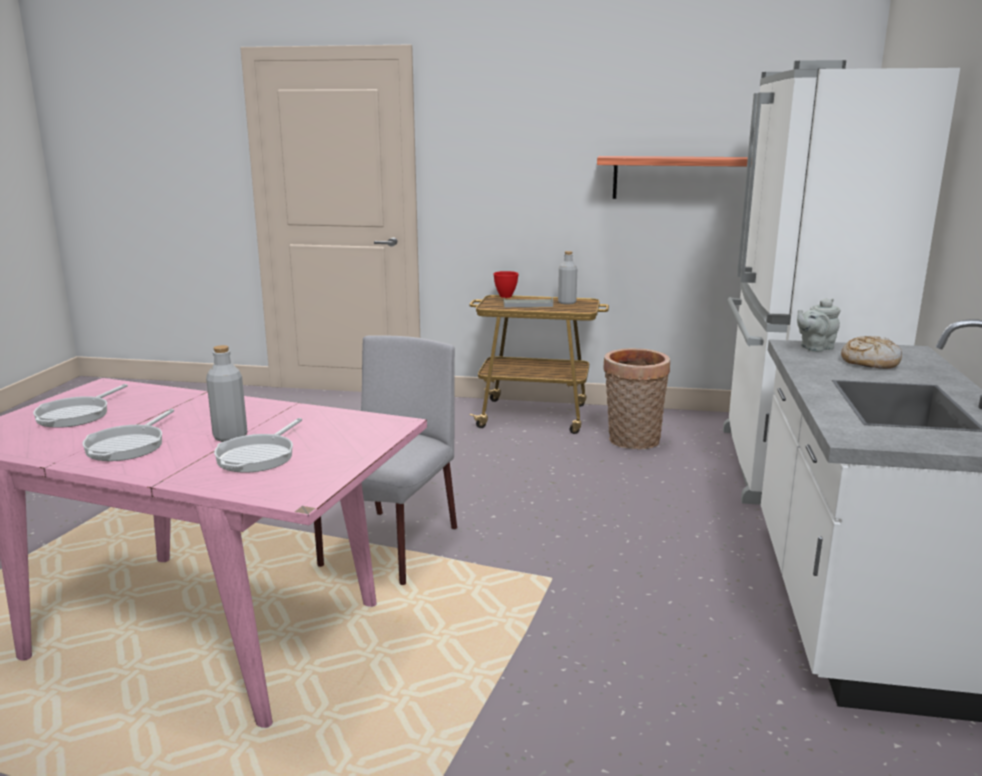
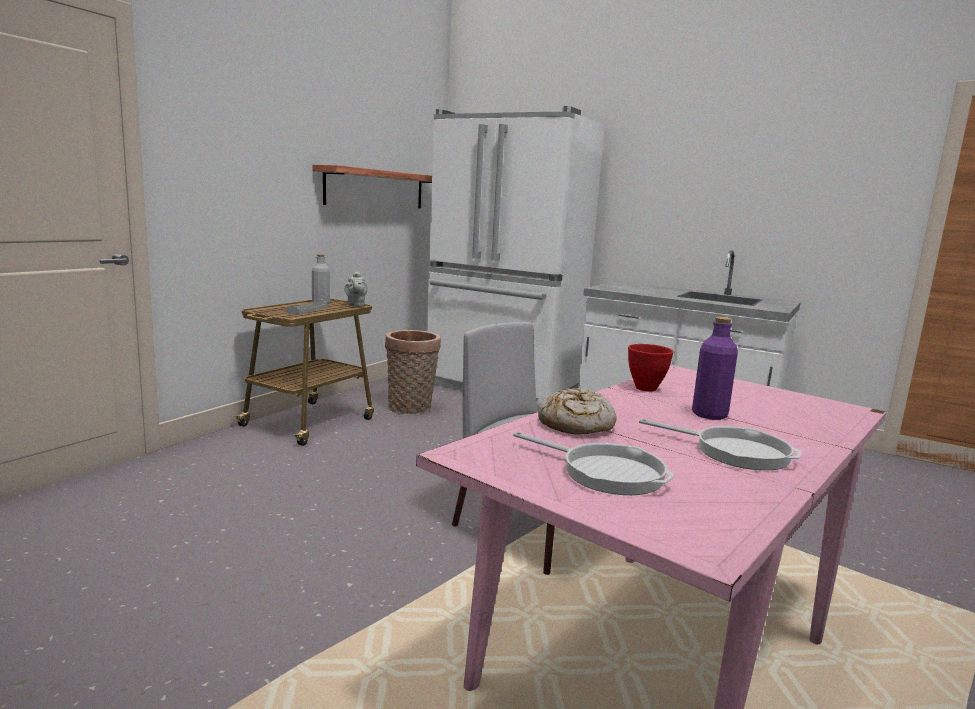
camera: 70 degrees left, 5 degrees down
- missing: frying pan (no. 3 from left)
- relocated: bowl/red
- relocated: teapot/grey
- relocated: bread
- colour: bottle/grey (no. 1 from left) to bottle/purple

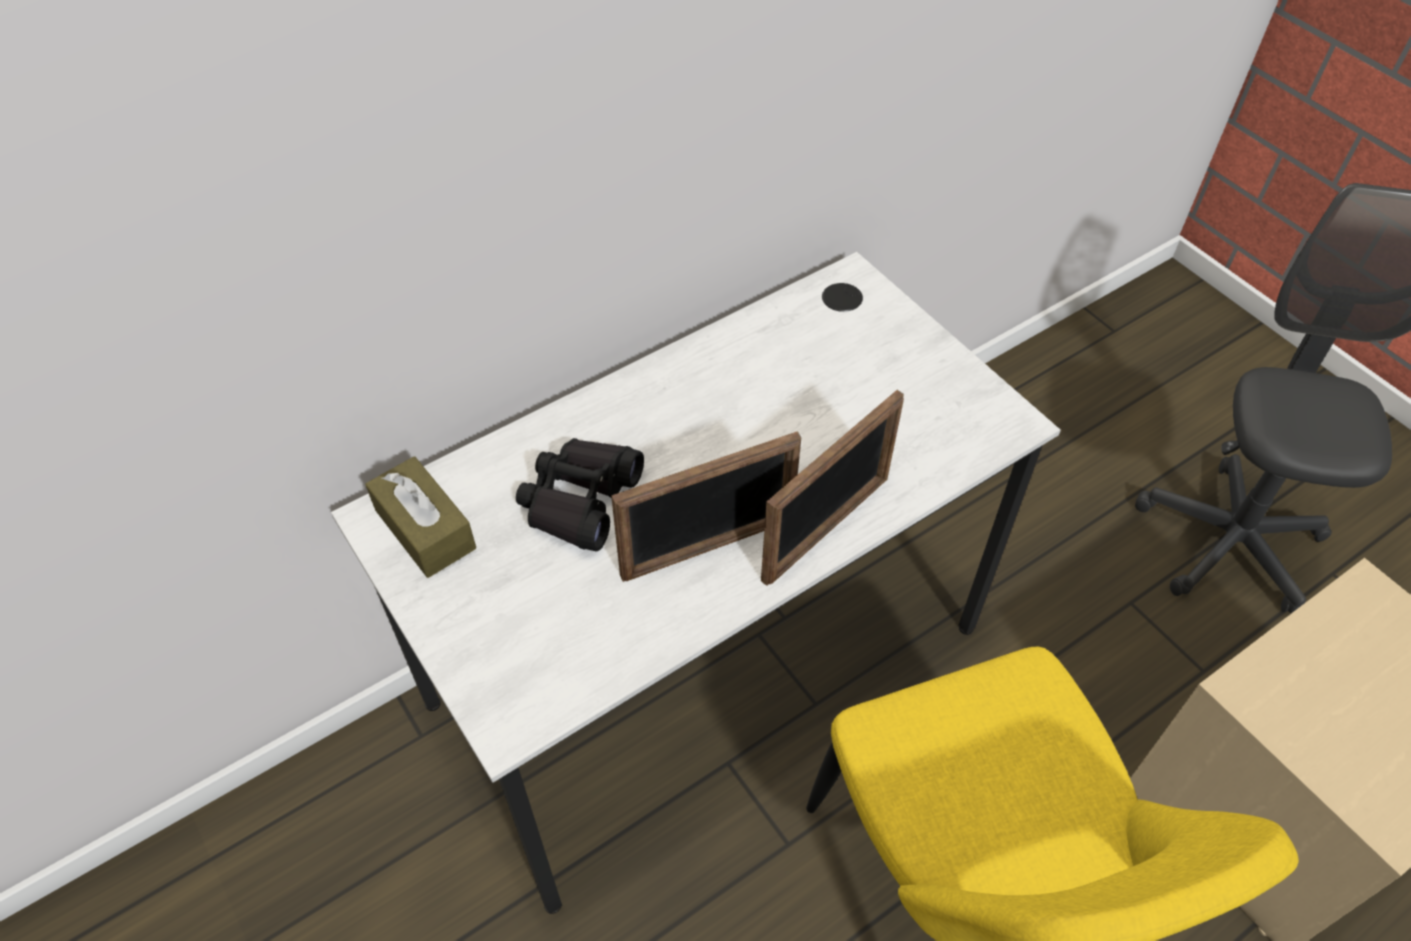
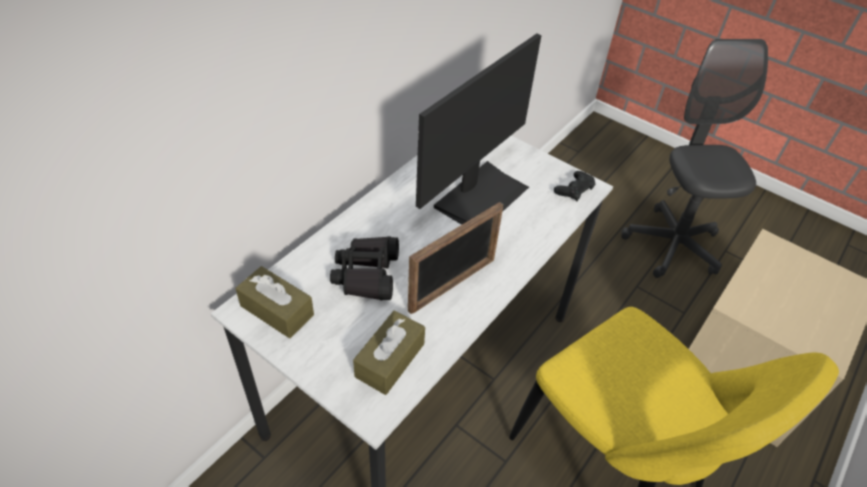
camera: 20 degrees left, 5 degrees down
- missing: picture frame (no. 2 from left)
- appeared: tissue box/brown (no. 2 from left)
- appeared: monitor
- appeared: game controller/black

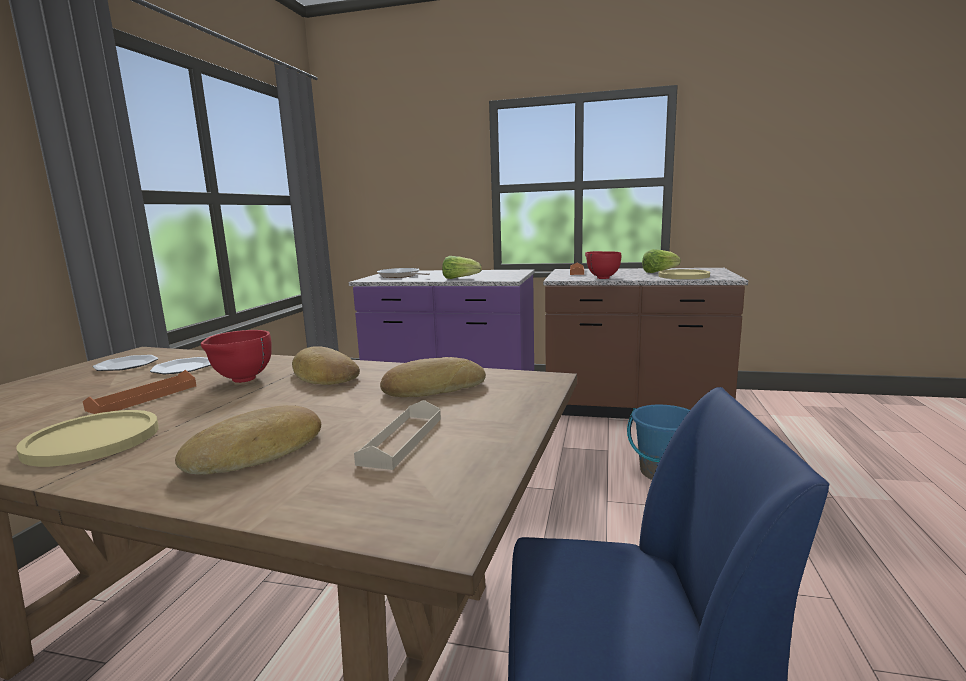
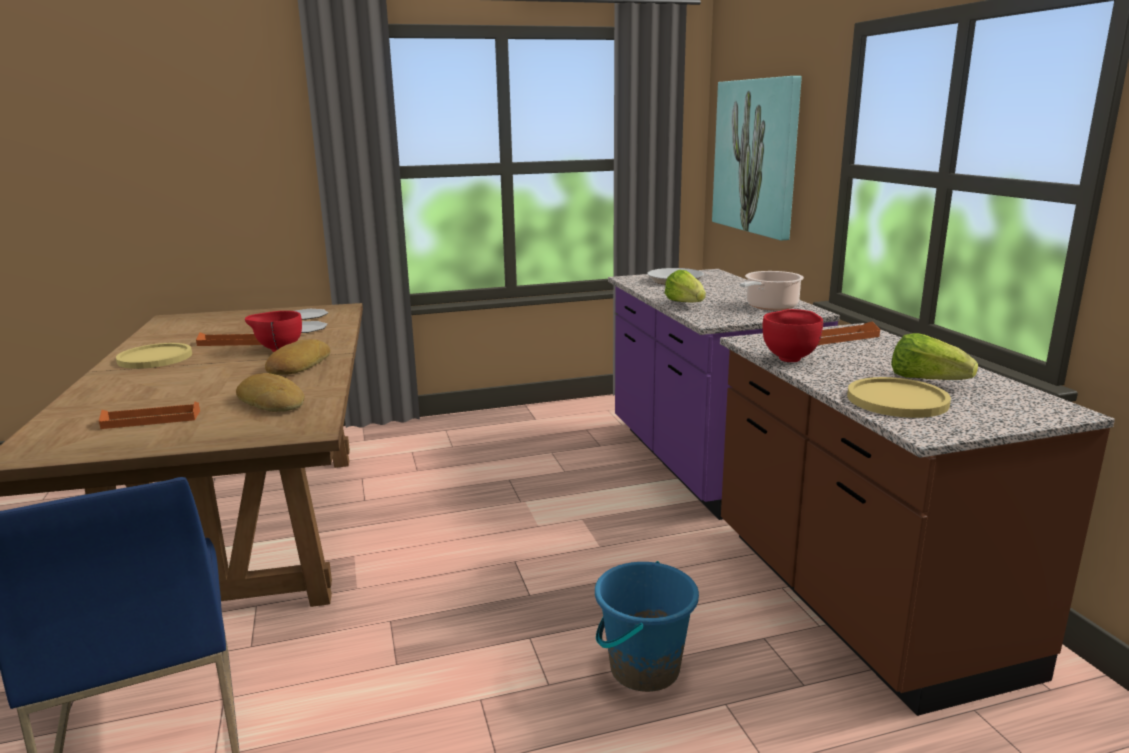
camera: 60 degrees right, 5 degrees up
- missing: bread (no. 1 from left)
- appeared: picture
- appeared: cooking pot
- colour: tray/beige to tray/orange (no. 1 from left)

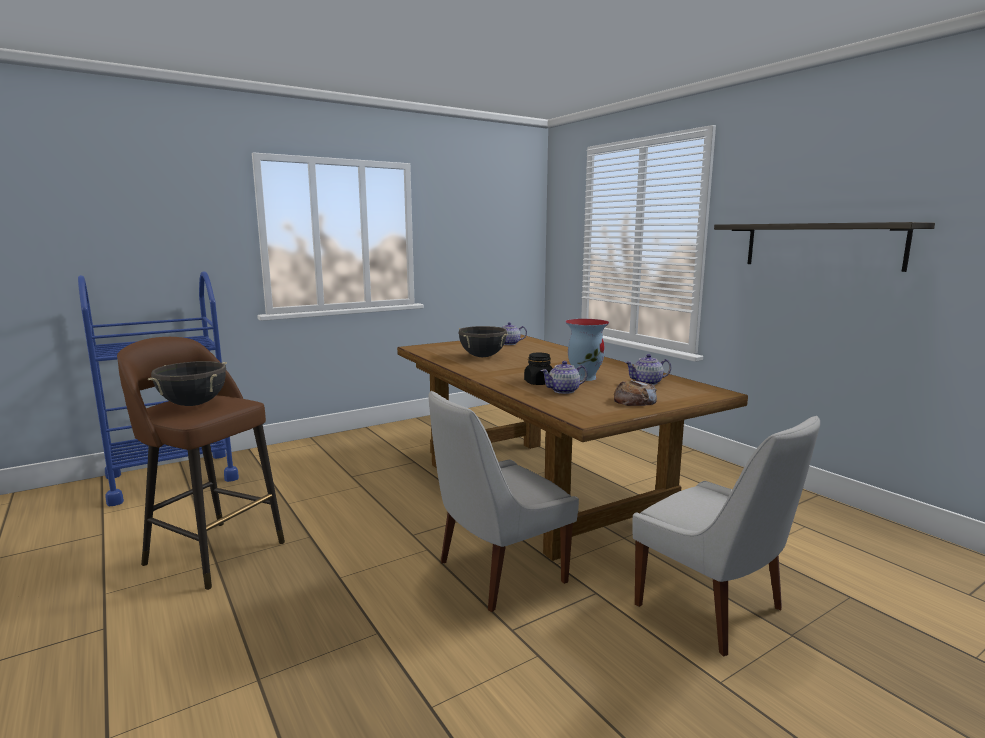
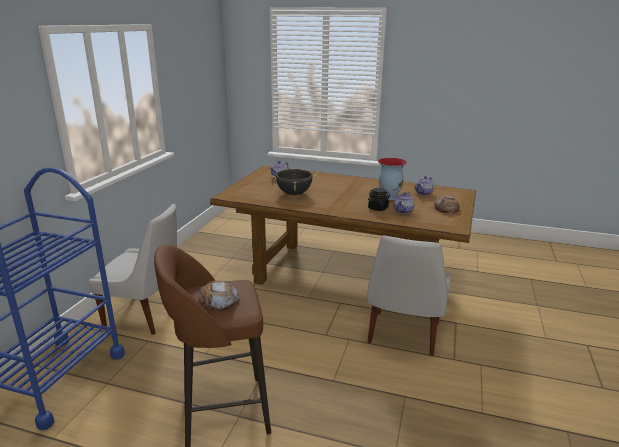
camera: 40 degrees left, 10 degrees up
- missing: shelf
- relocated: chair/white (no. 2 from left in the first image) to chair/white (no. 1 from left)
- exchanged: cooking pot/black (no. 1 from left) to bread (no. 1 from left)

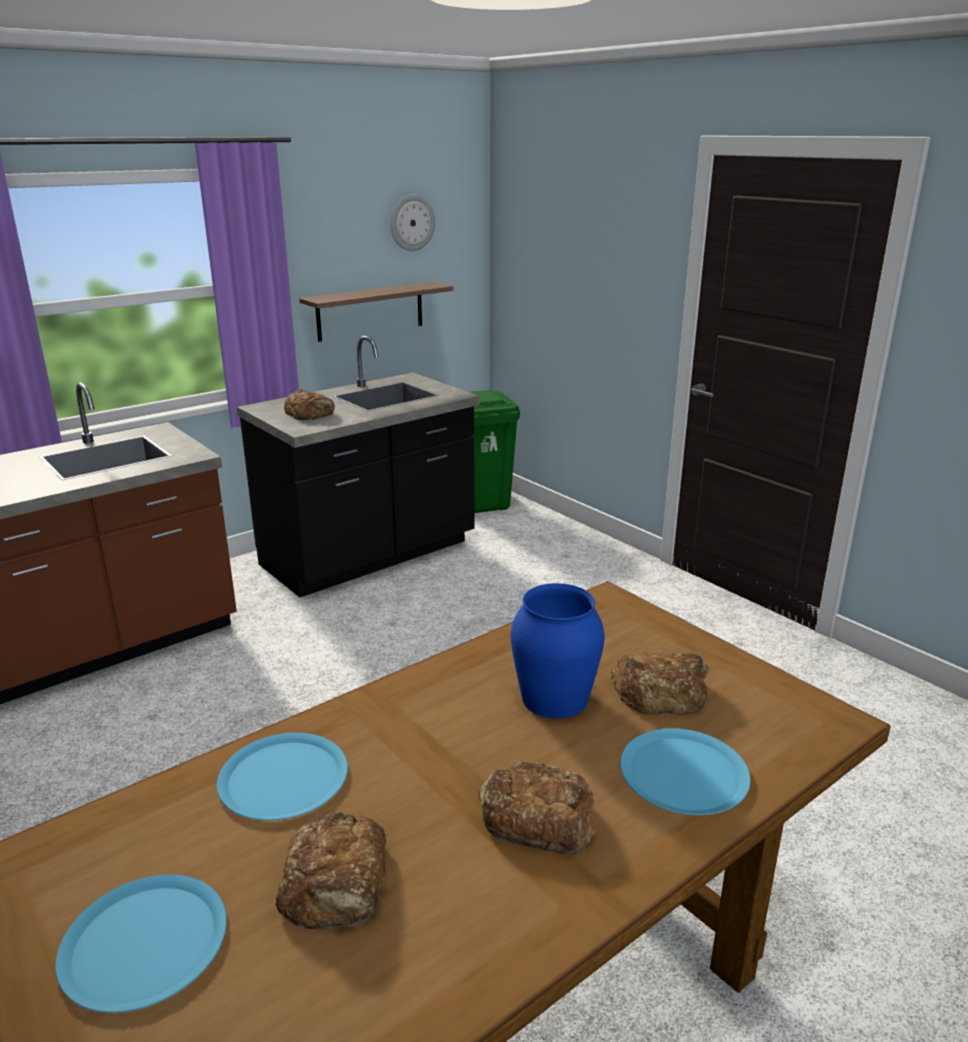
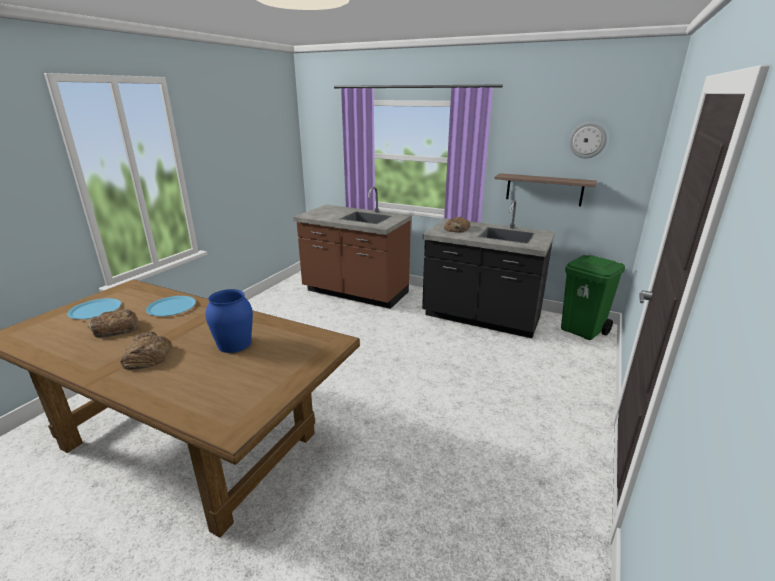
camera: 65 degrees right, 0 degrees up
- missing: bread (no. 4 from left)
- missing: plate/blue (no. 3 from left)

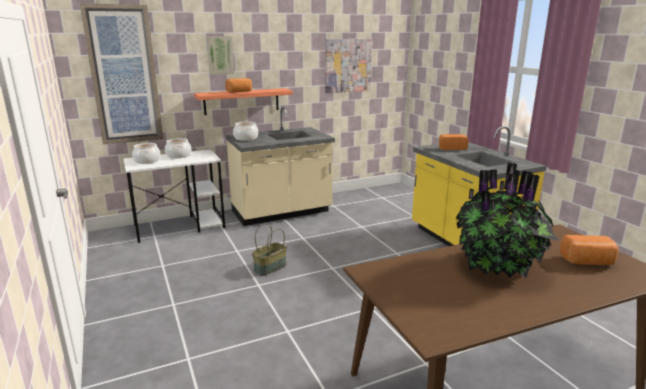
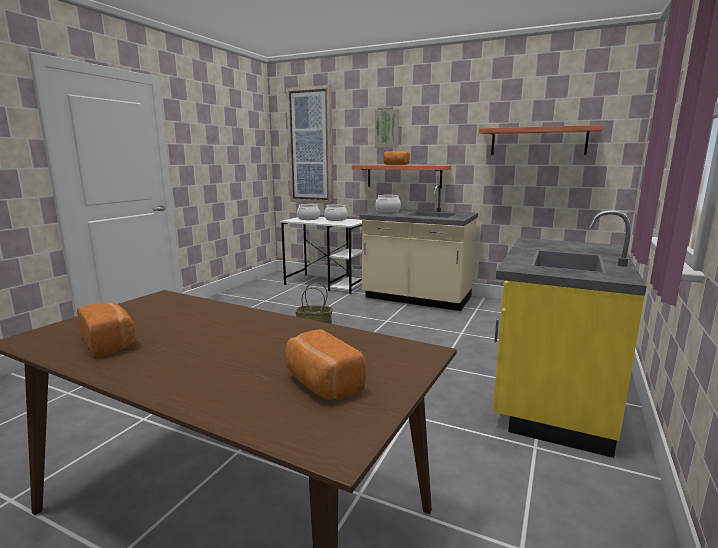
camera: 50 degrees right, 5 degrees down
- missing: potted plant
- relocated: bread (no. 2 from left in the first image) to bread (no. 1 from left)
- exchanged: picture (no. 3 from left) to shelf (no. 2 from left)

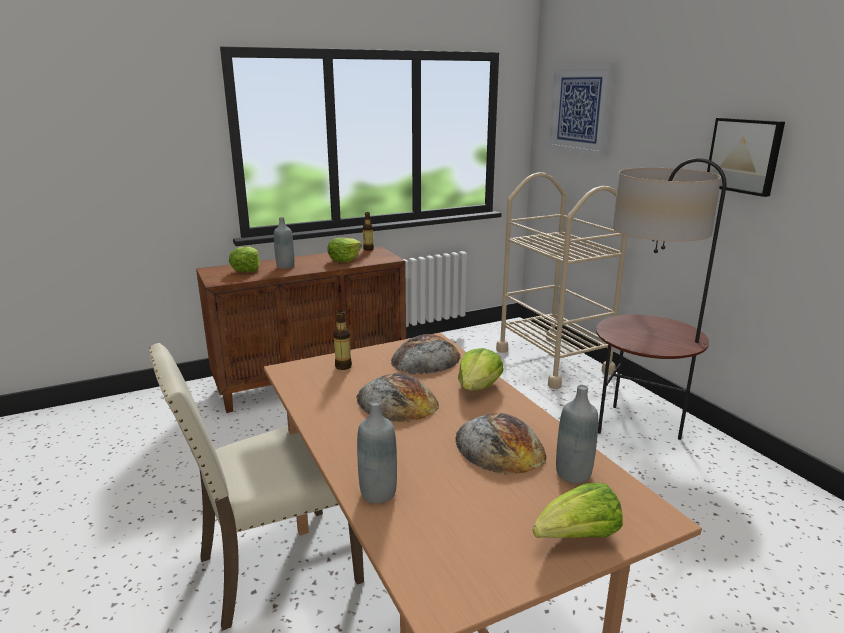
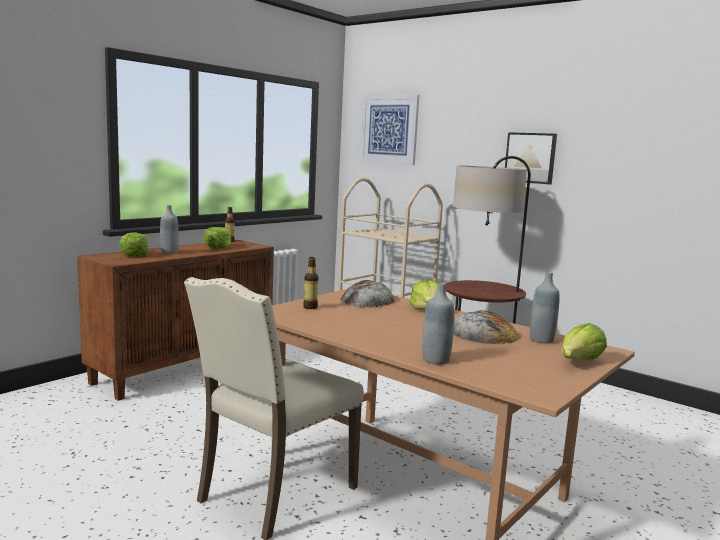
camera: 25 degrees left, 10 degrees down
- missing: bread (no. 1 from left)

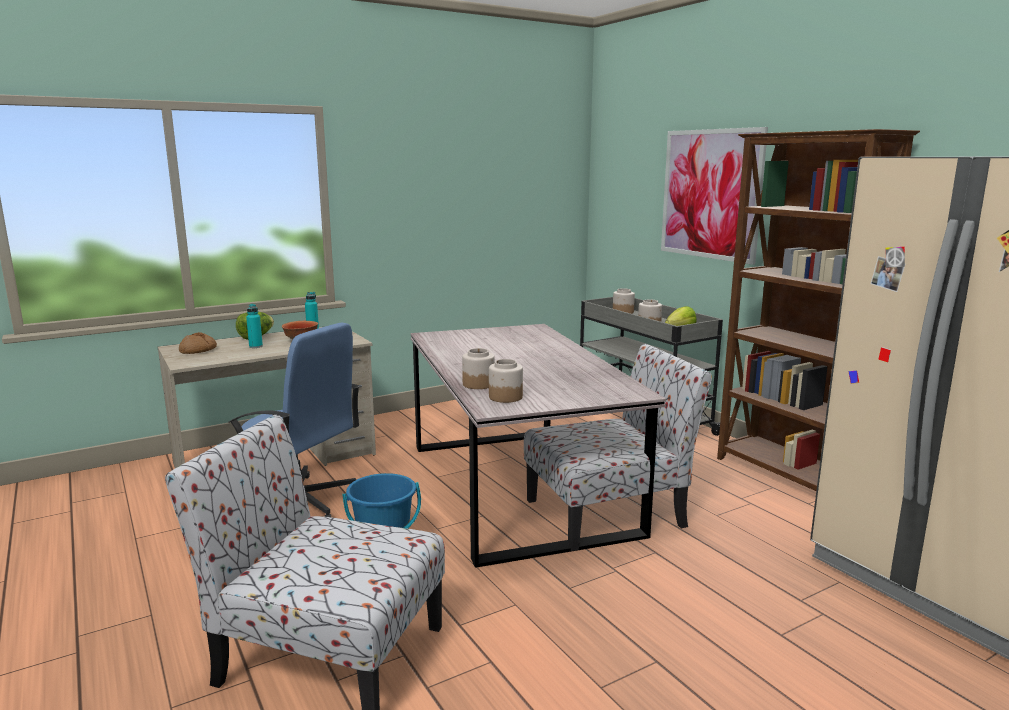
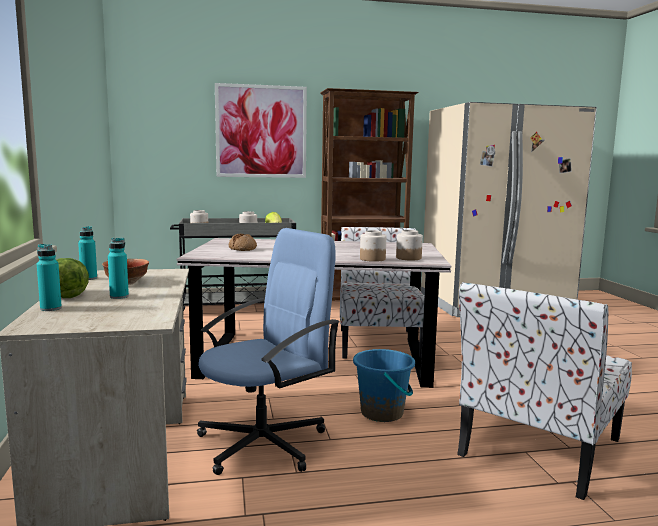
camera: 70 degrees left, 5 degrees down
- appeared: bottle/turquoise (no. 1 from left)
- relocated: bread

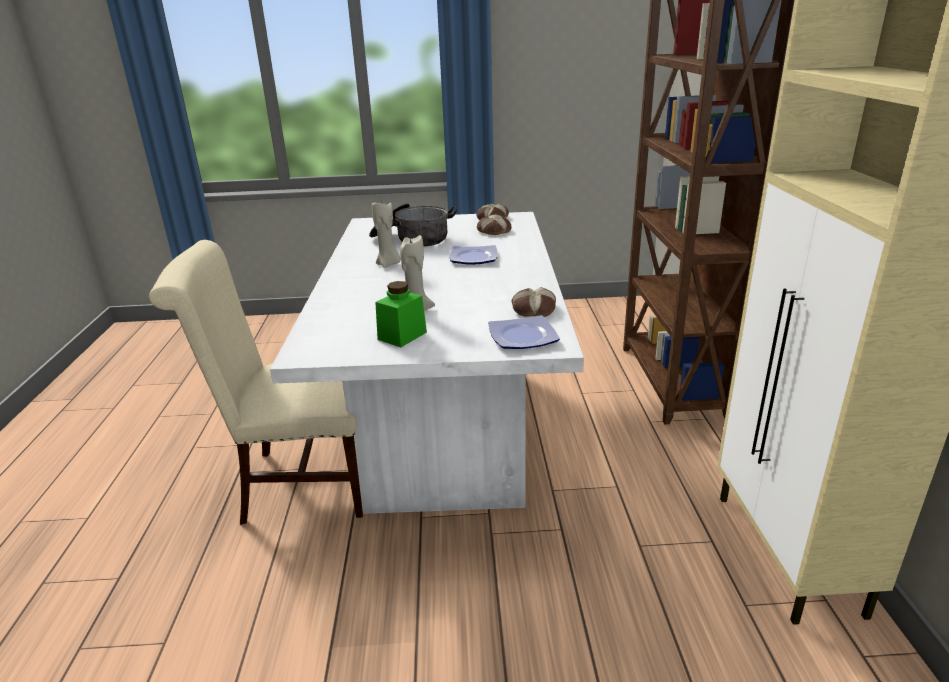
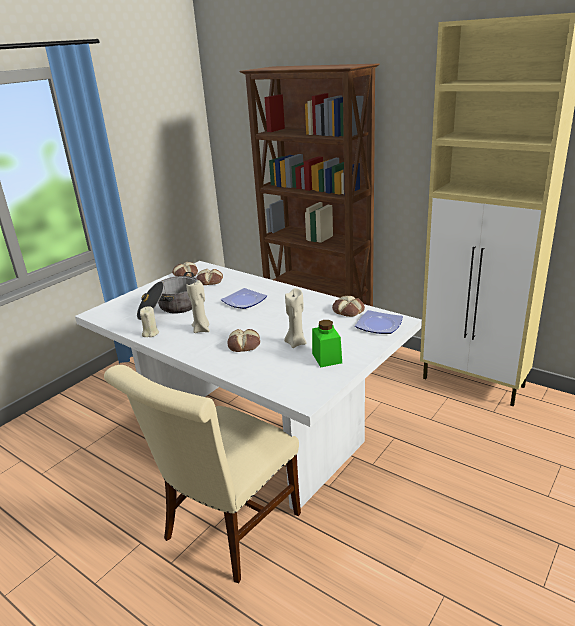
camera: 50 degrees left, 0 degrees up
- appeared: candle/beige (no. 1 from left)
- appeared: bread (no. 3 from left)

